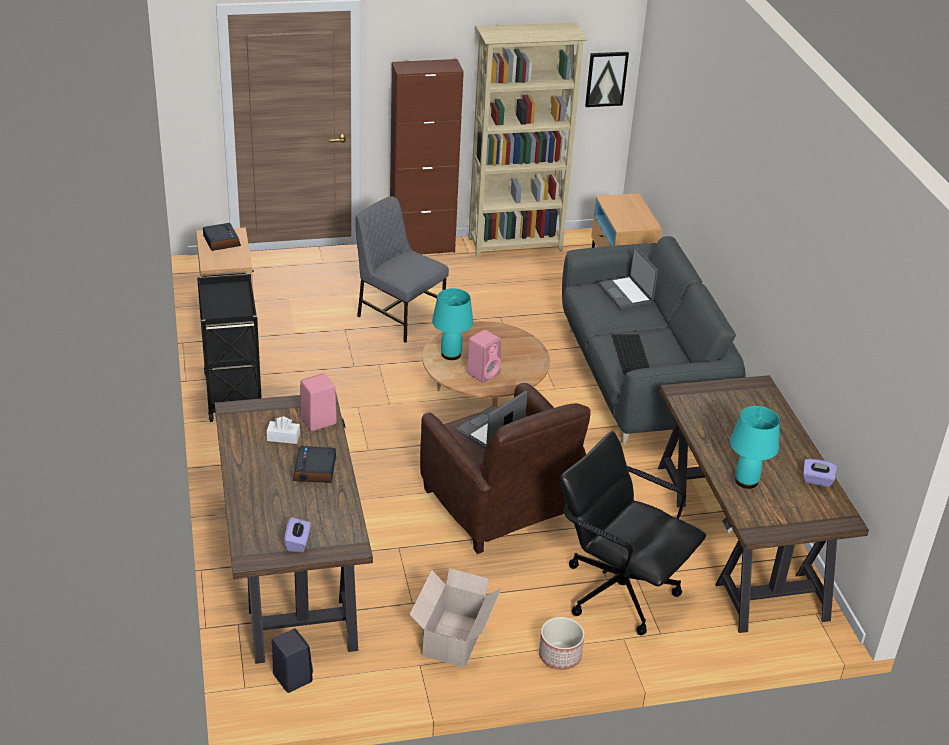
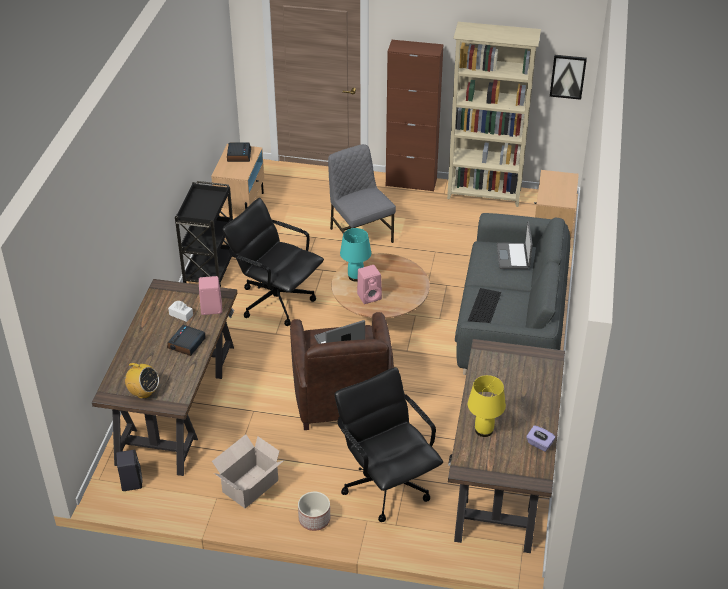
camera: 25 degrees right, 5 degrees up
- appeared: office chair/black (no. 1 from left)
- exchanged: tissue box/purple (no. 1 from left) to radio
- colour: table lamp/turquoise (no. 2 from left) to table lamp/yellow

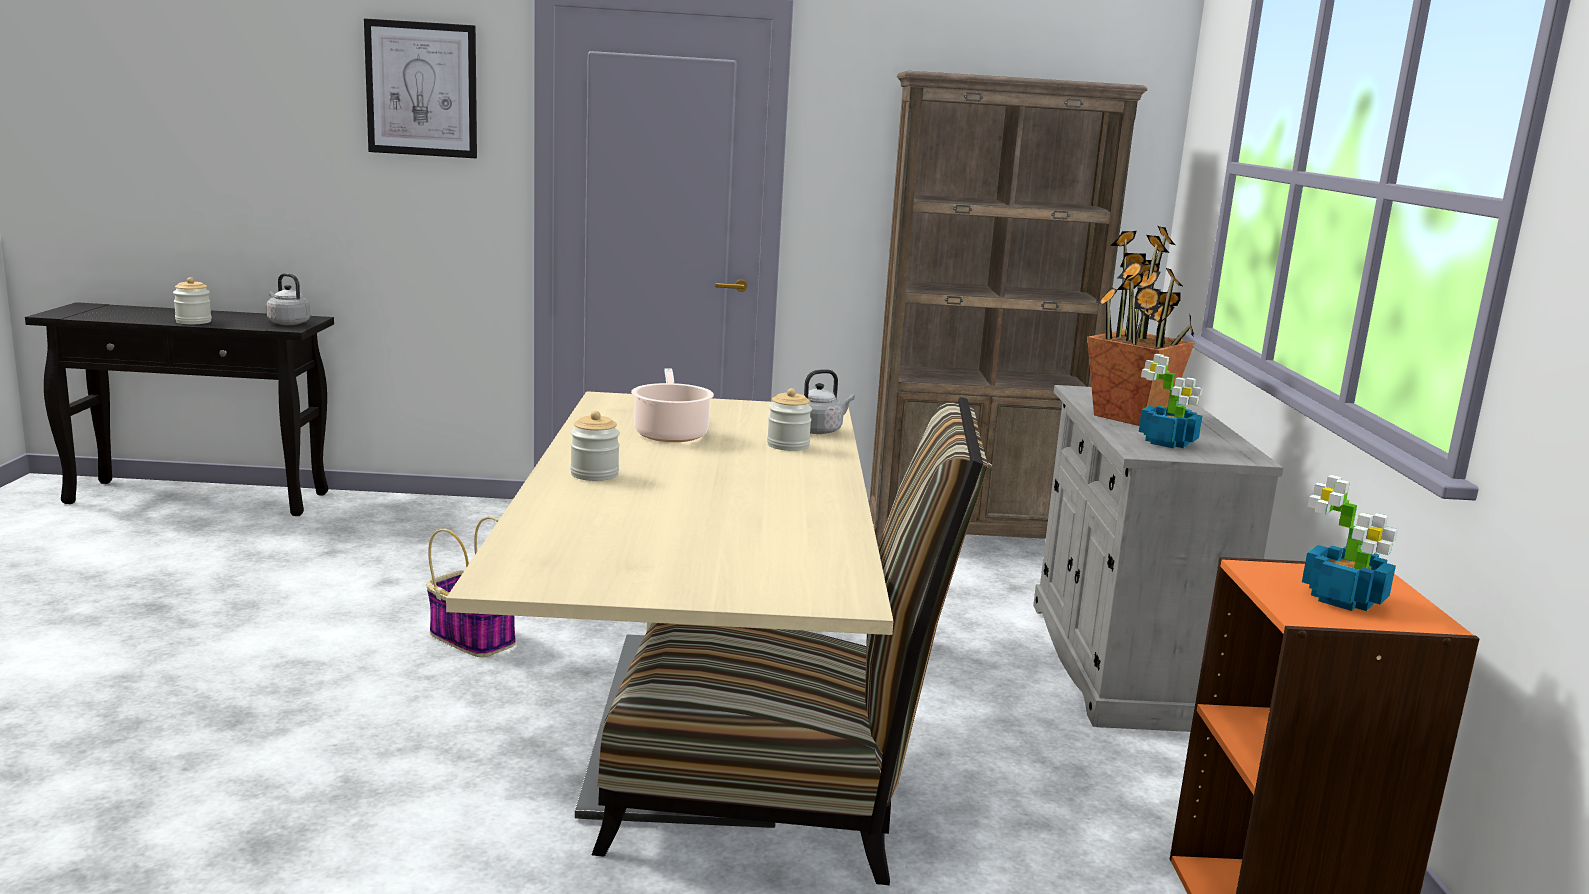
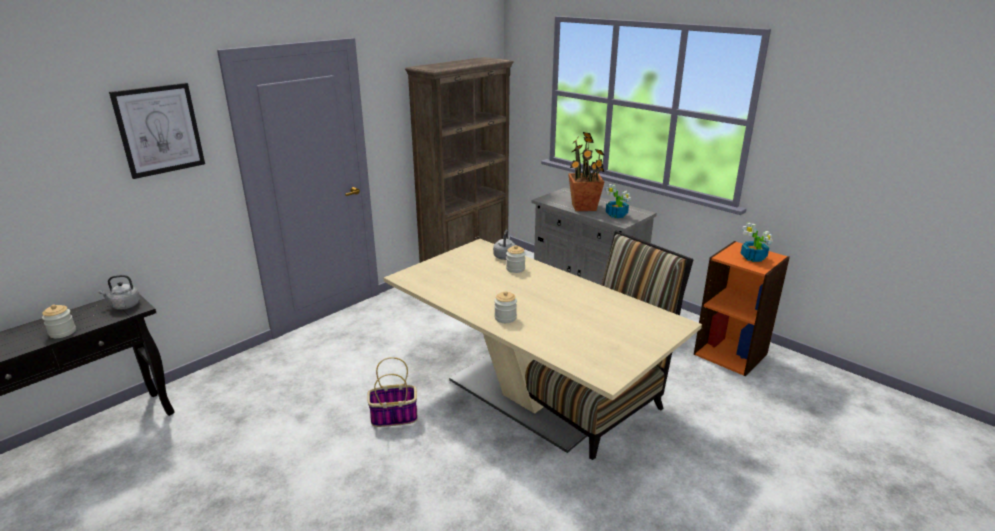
camera: 45 degrees left, 10 degrees up
- missing: cooking pot

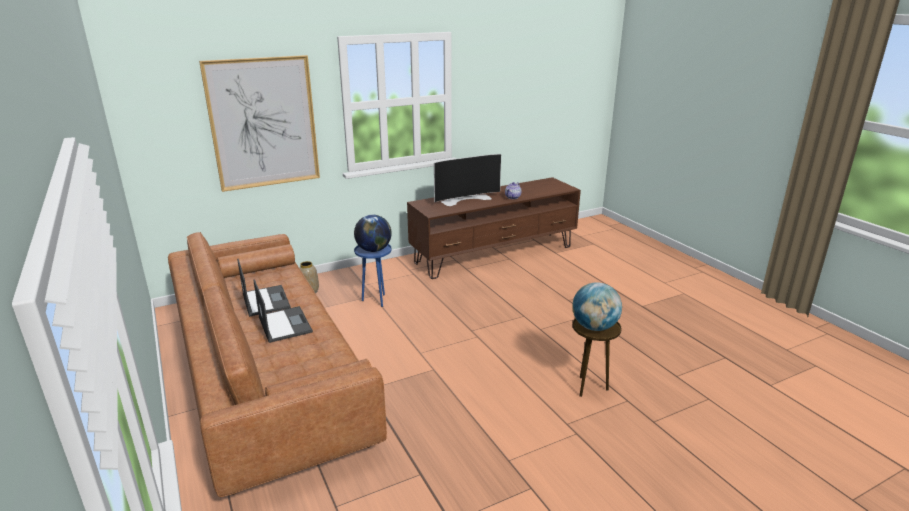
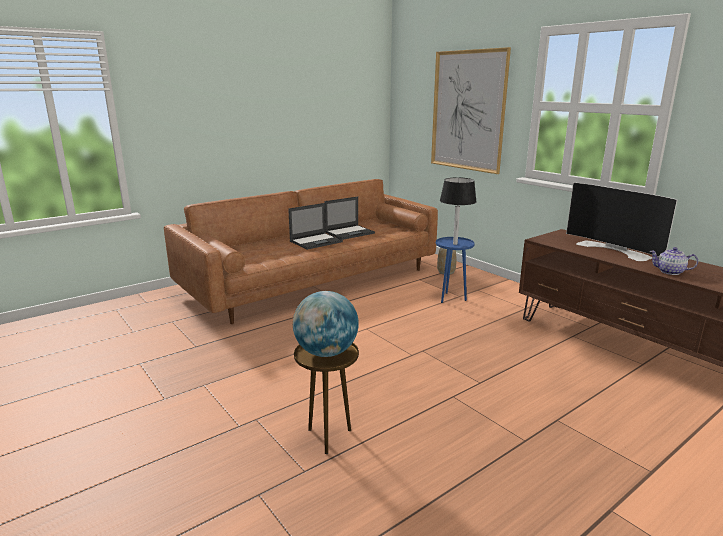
camera: 80 degrees right, 5 degrees down
- exchanged: globe (no. 1 from left) to table lamp/black

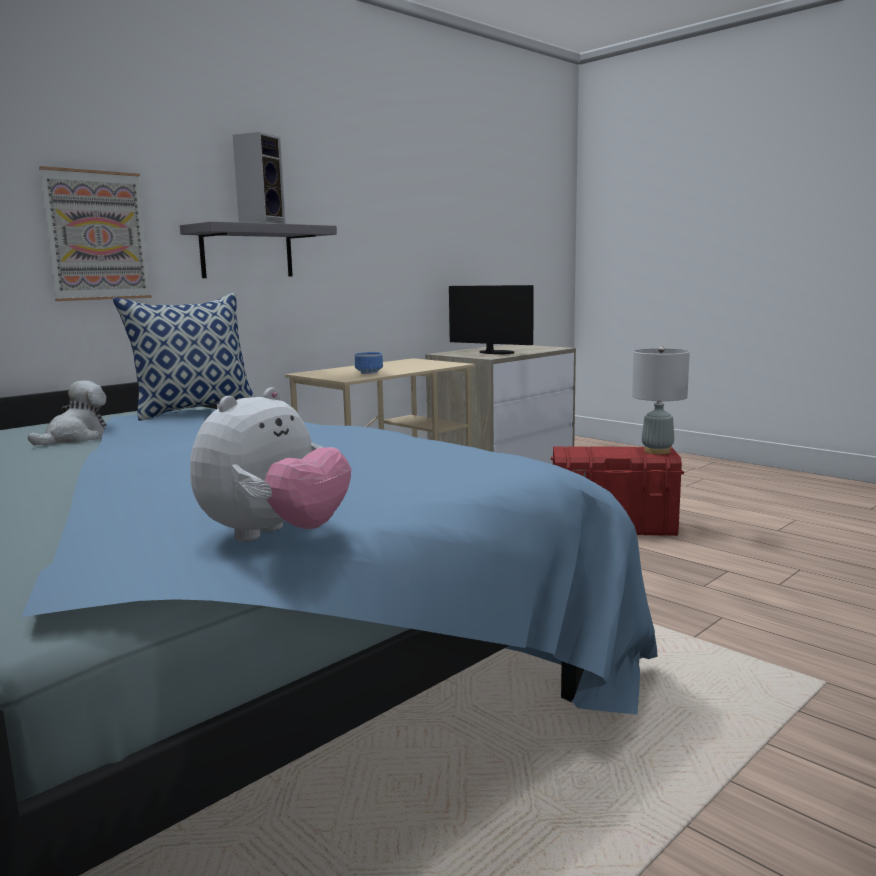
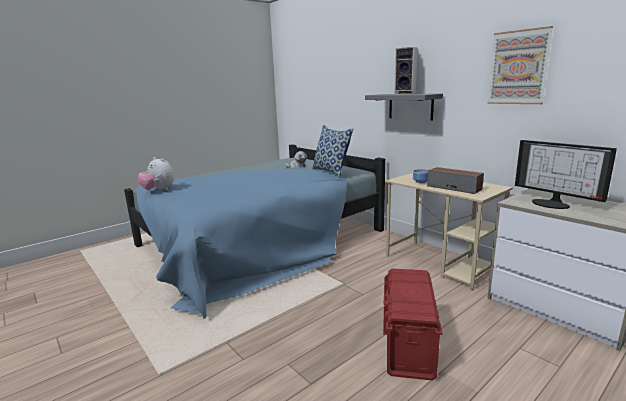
camera: 95 degrees right, 5 degrees up
- missing: table lamp/grey
- appeared: speaker (no. 2 from left)
- relocated: picture
- spun: monitor 105 degrees clockwise

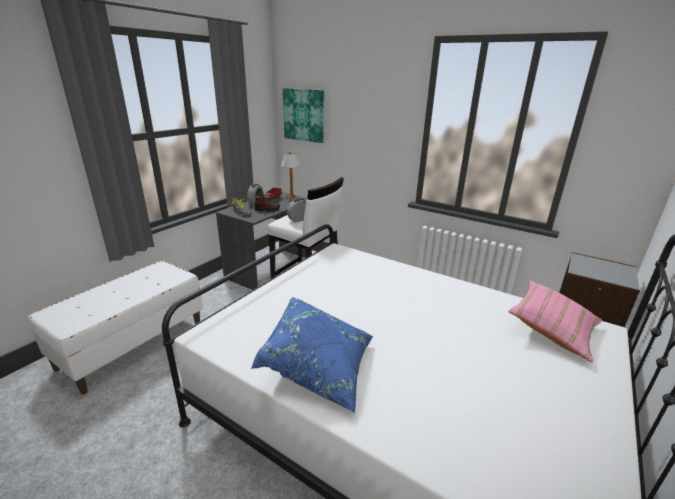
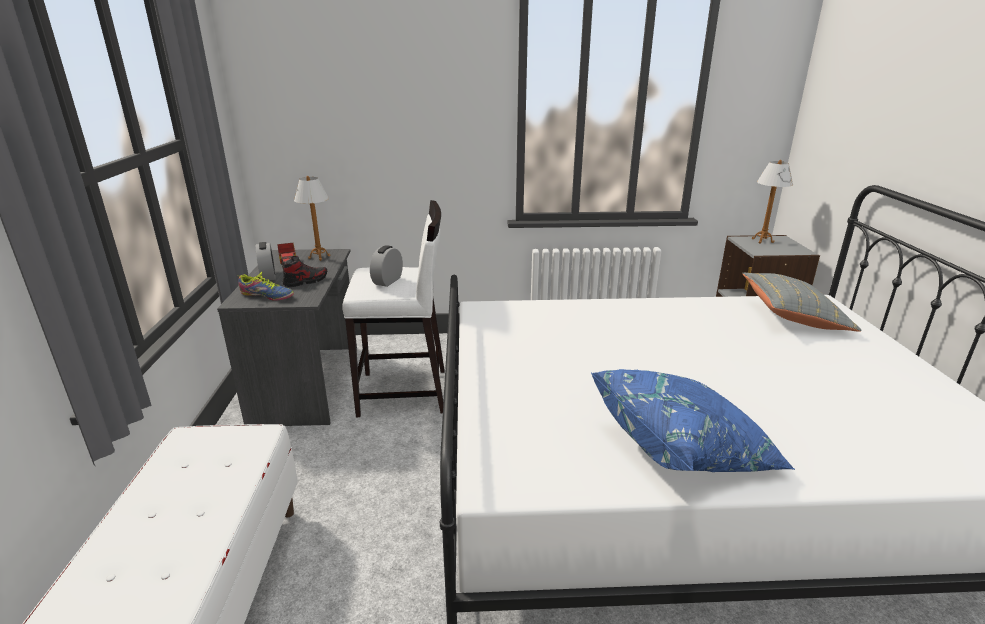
camera: 35 degrees left, 0 degrees up
- missing: picture
- appeared: table lamp (no. 2 from left)
- colour: pillow/pink to pillow/grey

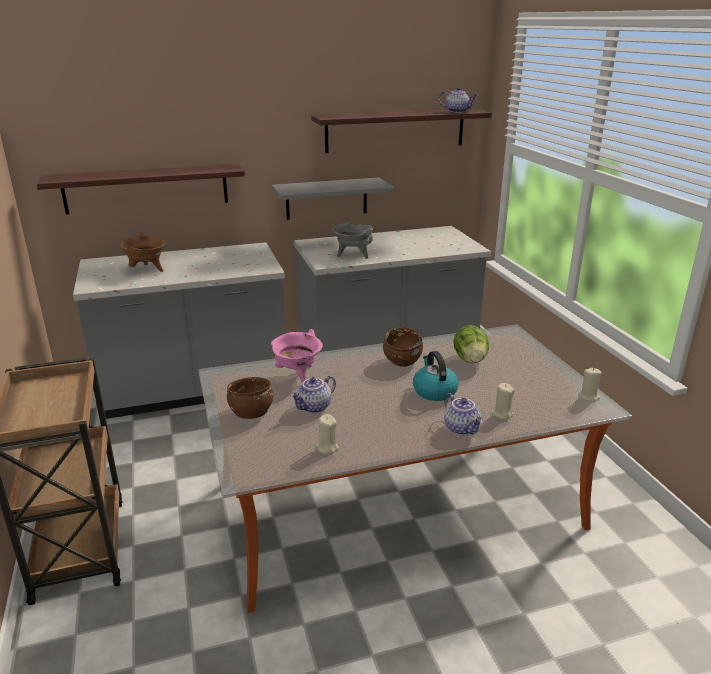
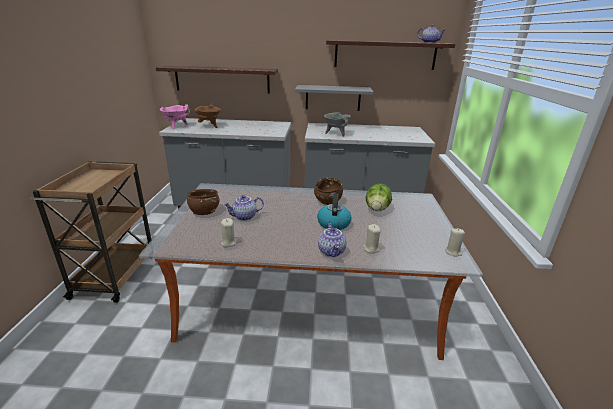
camera: 20 degrees right, 0 degrees up
- relocated: cooking pot/pink

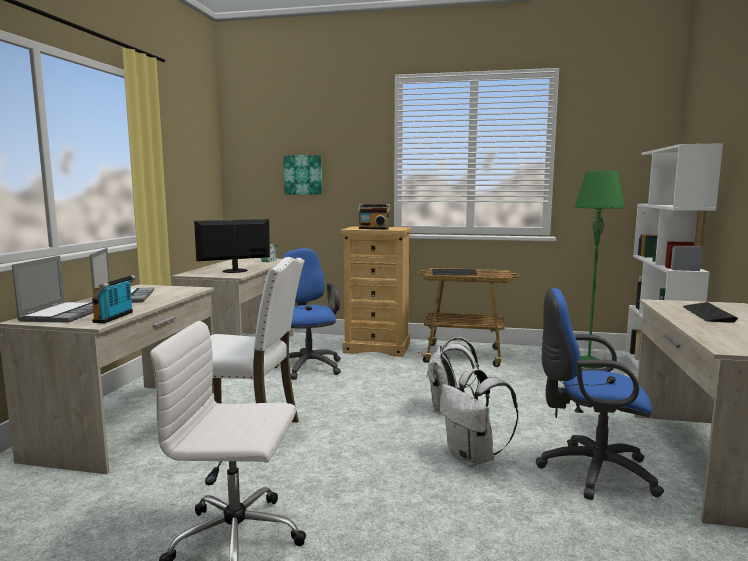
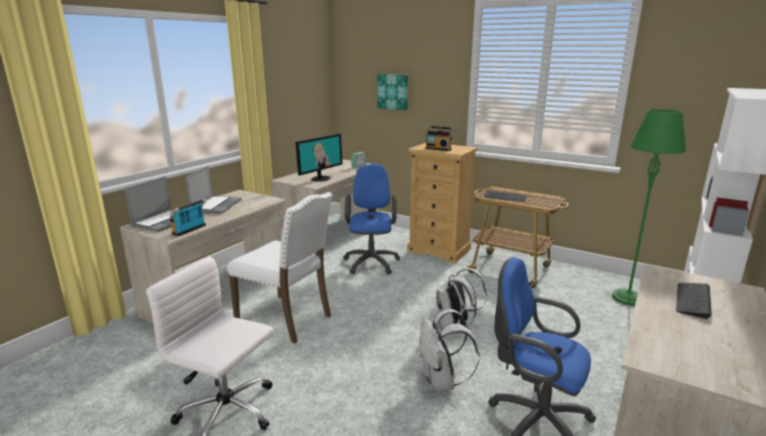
camera: 20 degrees right, 10 degrees up
- spun: monitor 135 degrees clockwise

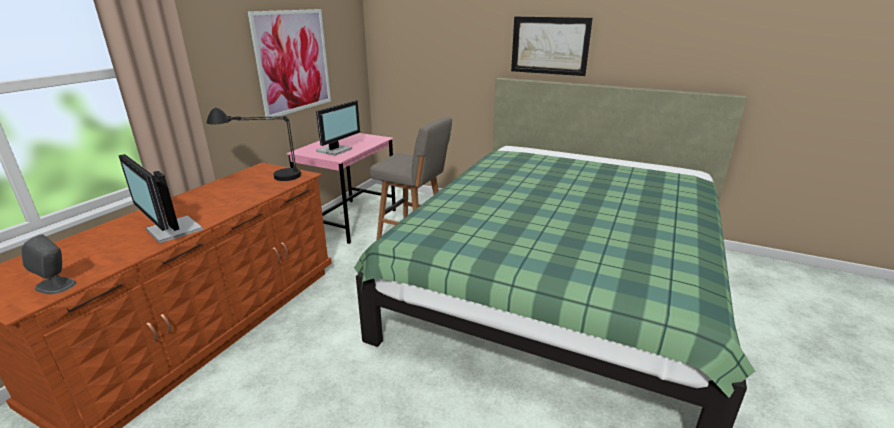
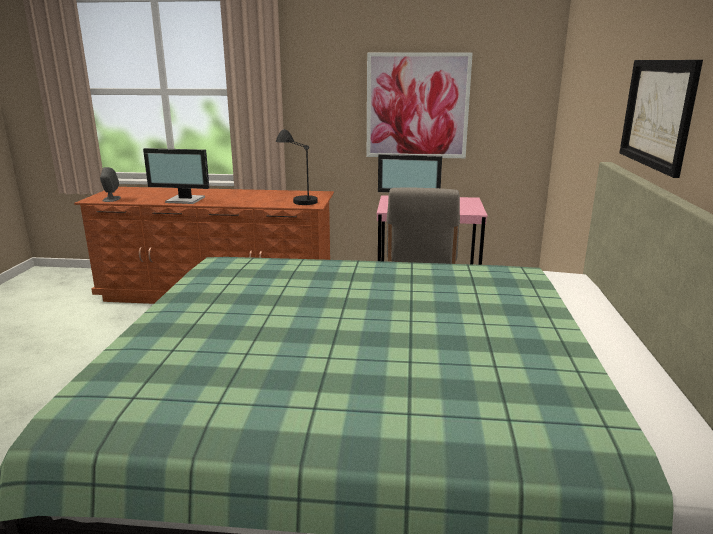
camera: 70 degrees right, 5 degrees down
- spun: monitor (no. 1 from left) 105 degrees counterclockwise

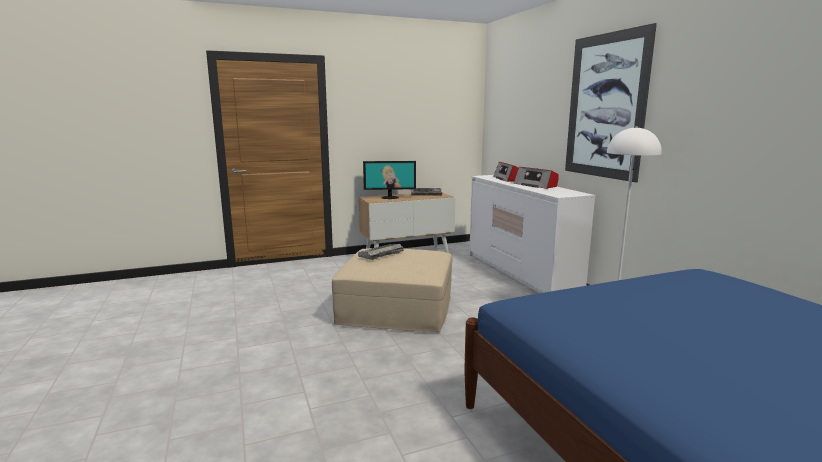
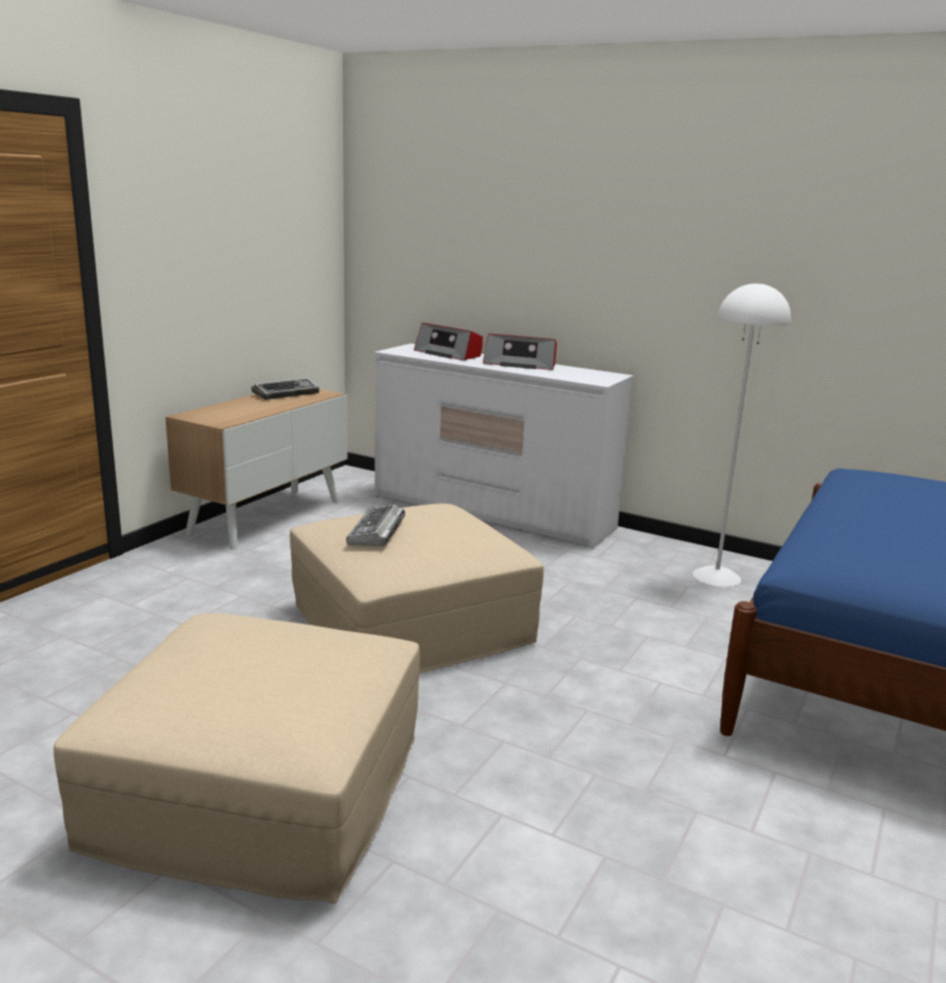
camera: 40 degrees left, 5 degrees up
- missing: monitor
- missing: picture
- appeared: ottoman/beige (no. 1 from left)

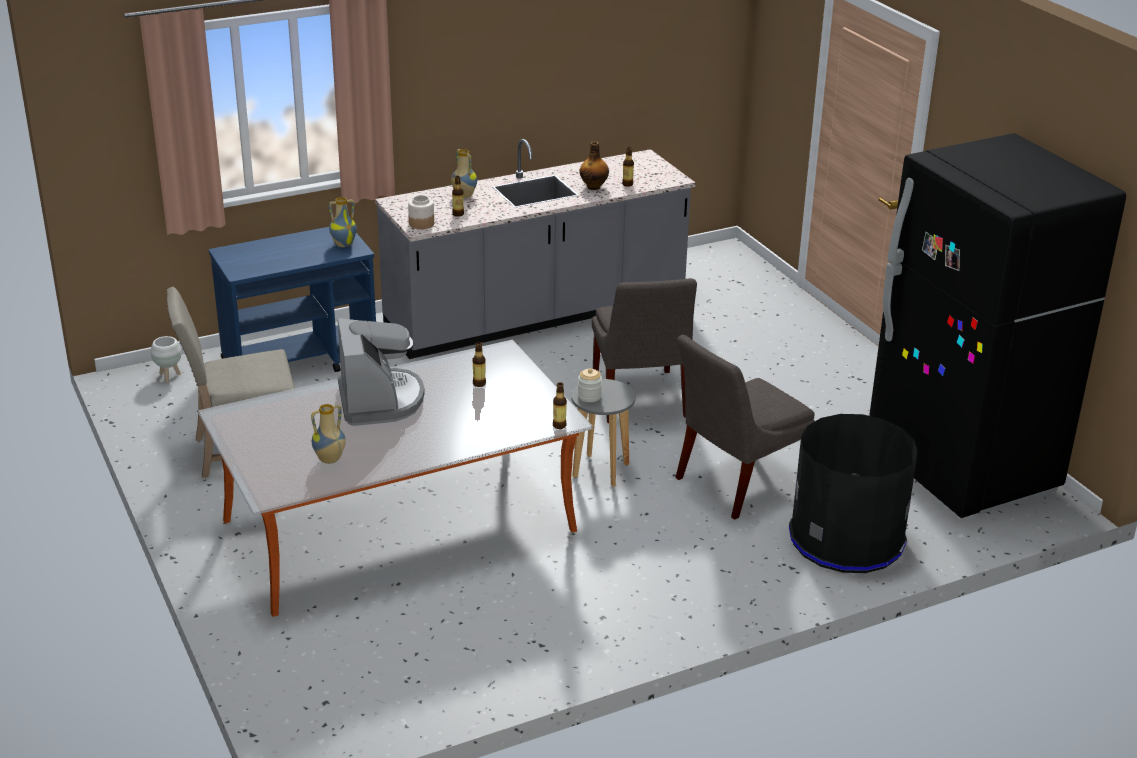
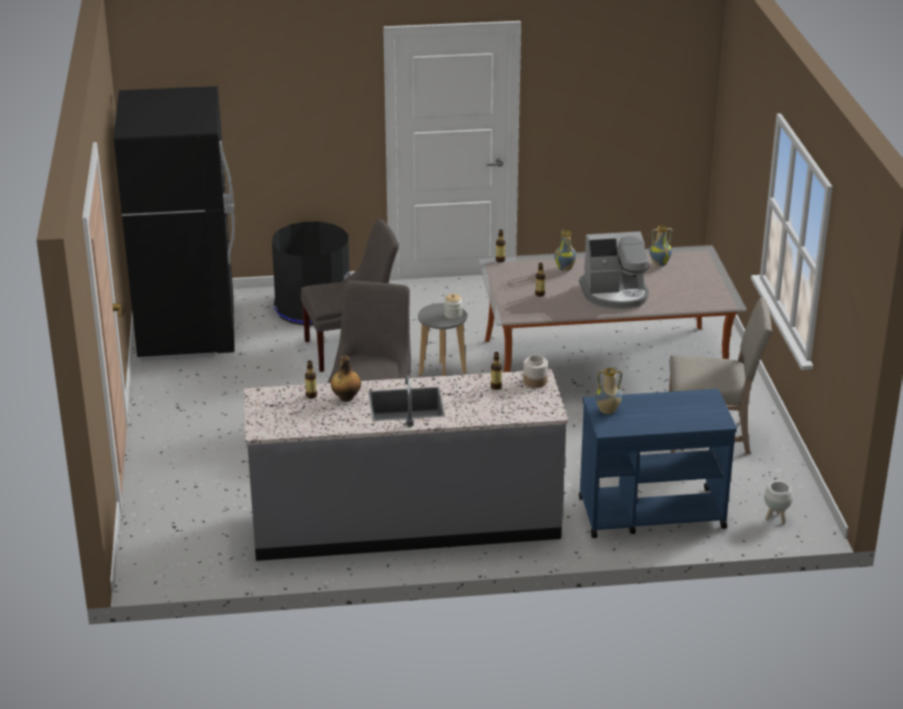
camera: 160 degrees left, 0 degrees up
- relocated: vase (no. 3 from left in the first image) to vase (no. 1 from left)
- spun: coffee machine 105 degrees counterclockwise

